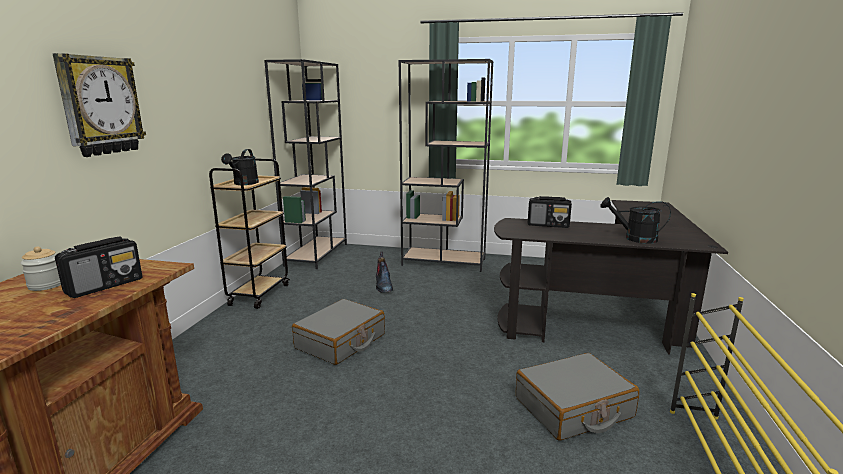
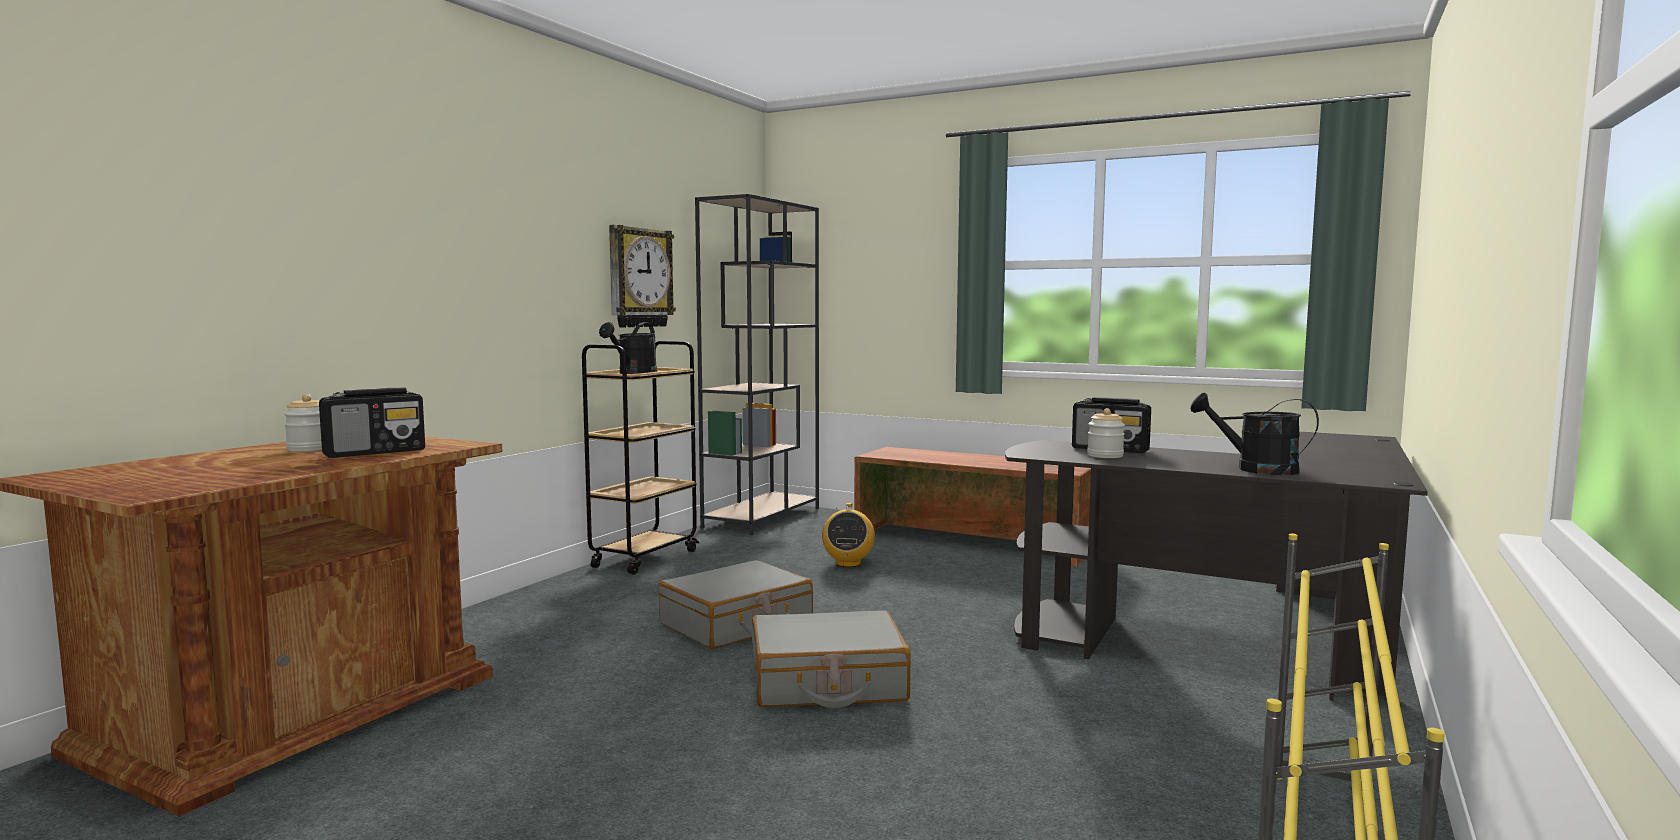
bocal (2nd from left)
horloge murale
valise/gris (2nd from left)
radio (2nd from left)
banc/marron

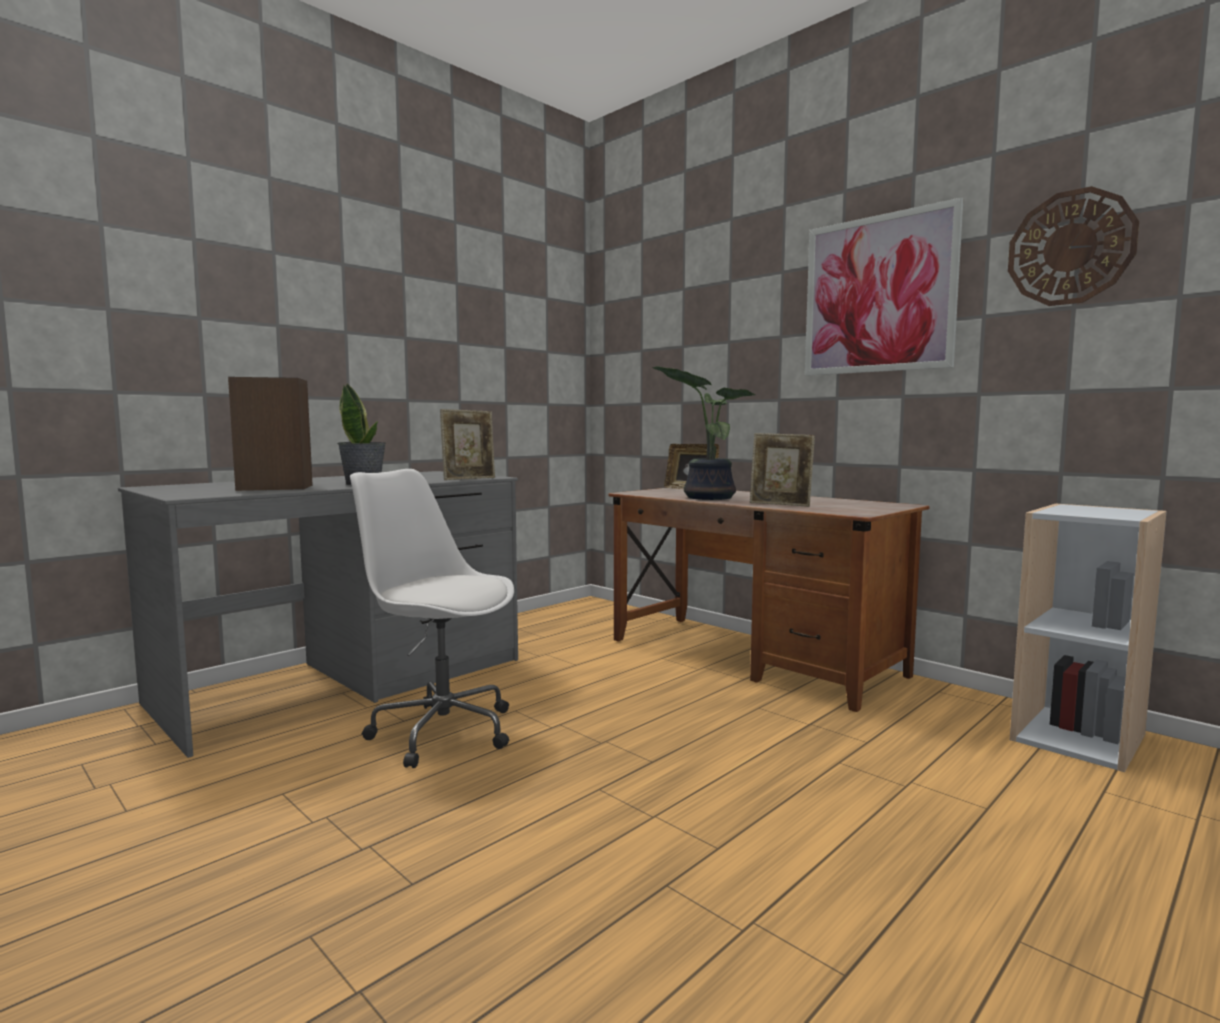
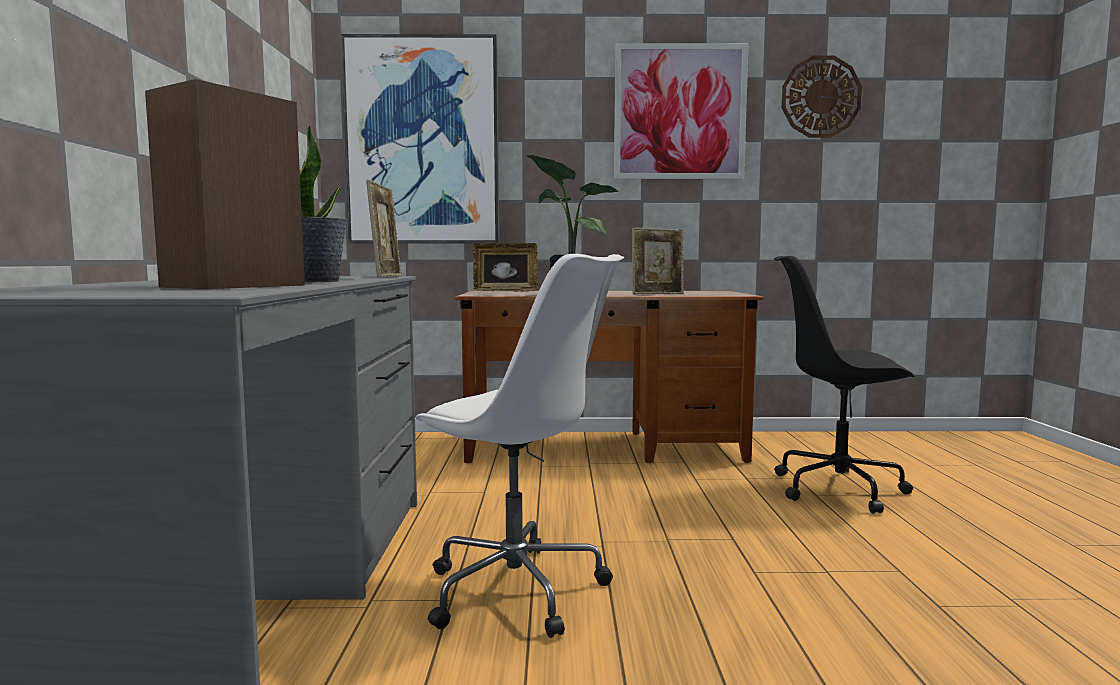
bibliothèque
tableau (1st from left)
chaise de bureau/noir
chaise de bureau/blanc

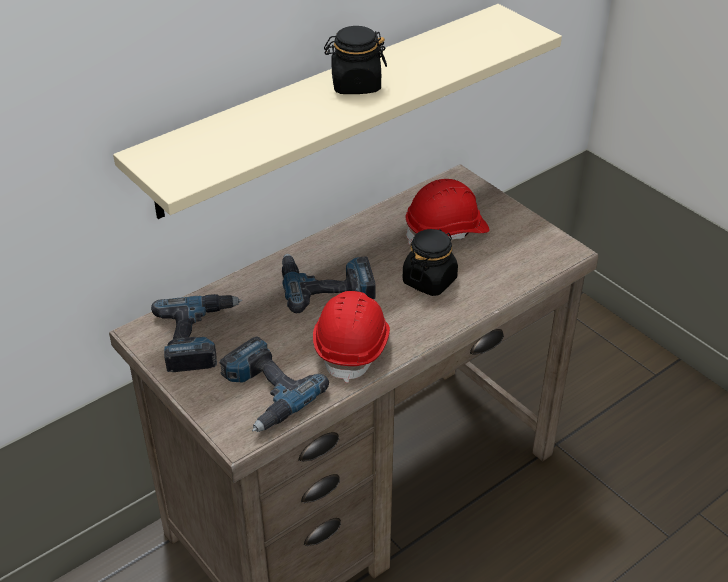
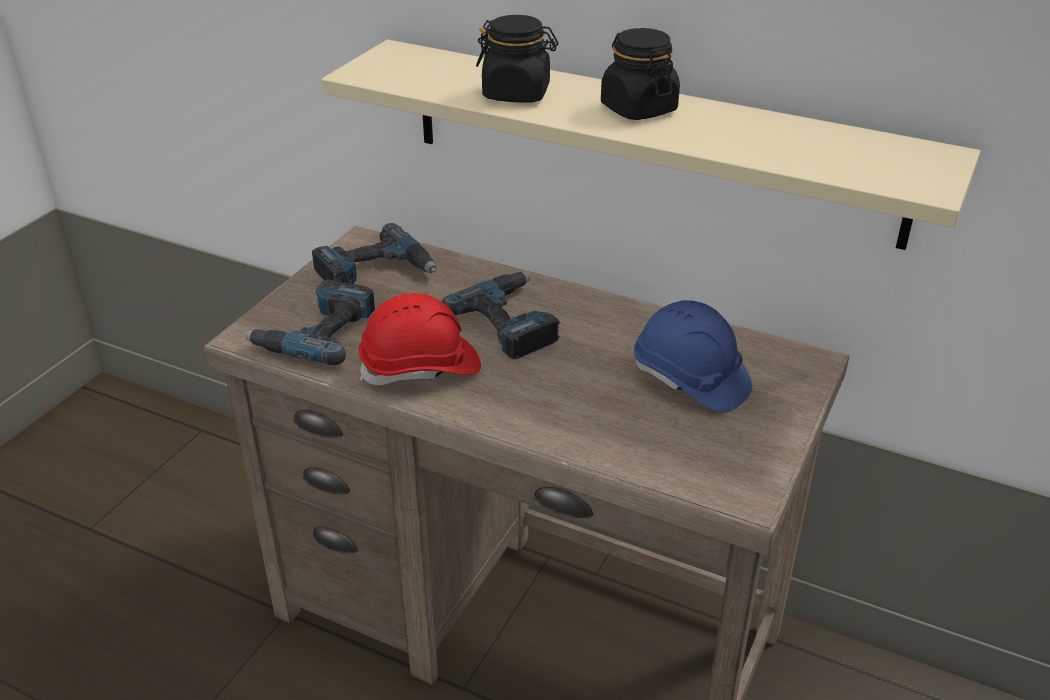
bocal/noir (1st from left)
casque de chantier/bleu

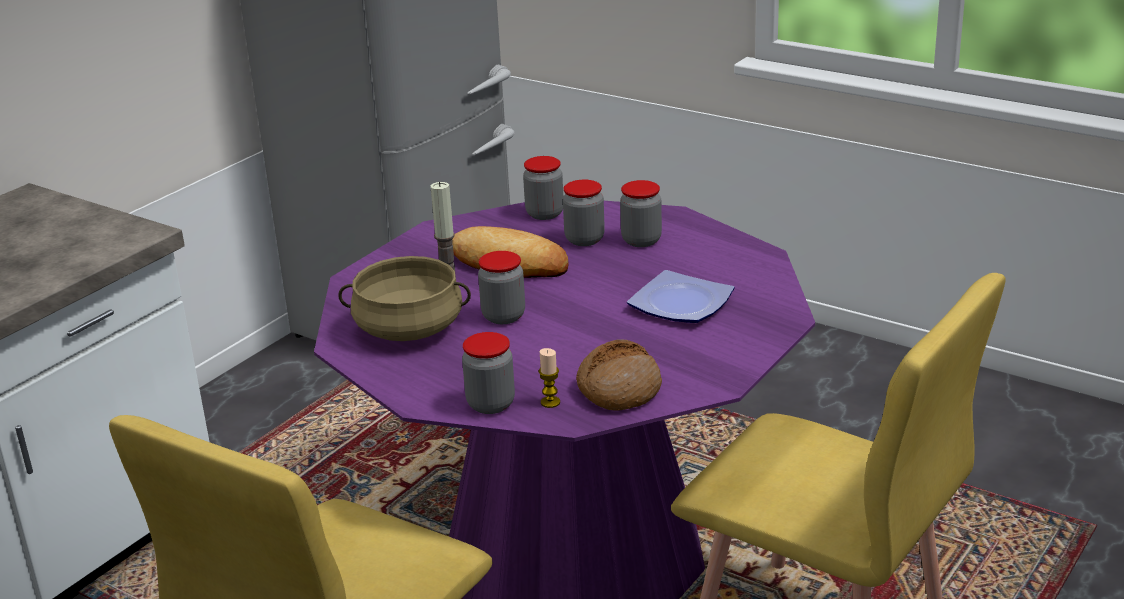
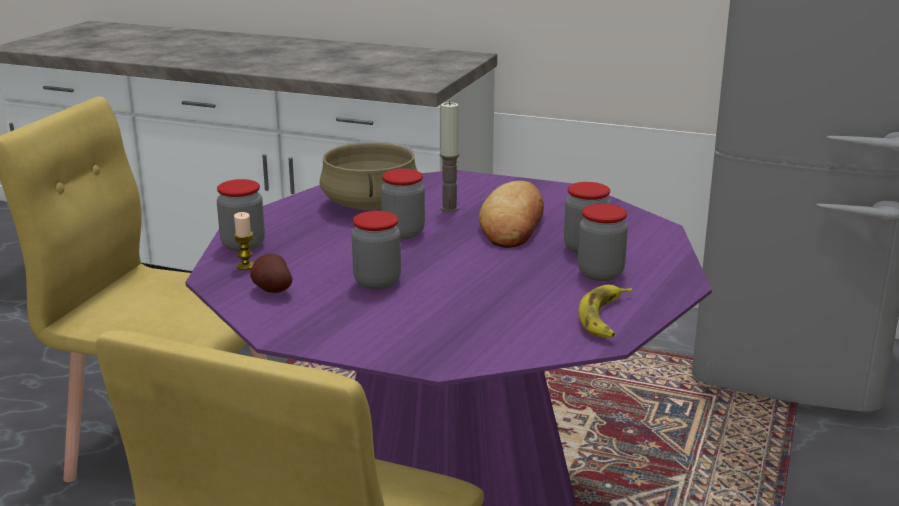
assiette
banane
bocal (2nd from left)
pomme de terre

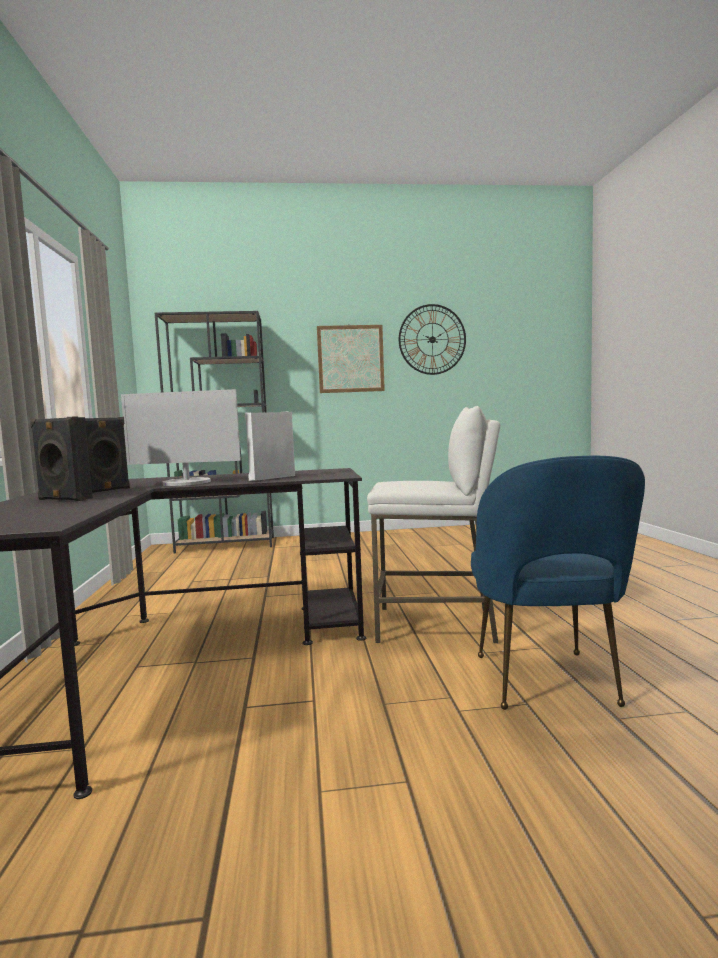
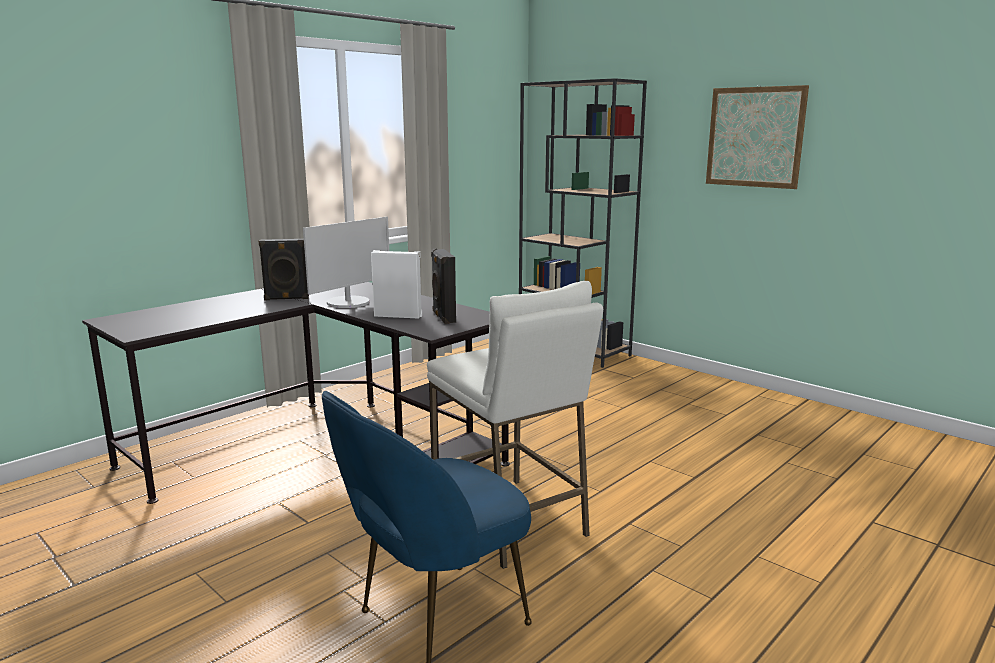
horloge murale
enceinte/noir (2nd from left)
écran d'ordinateur

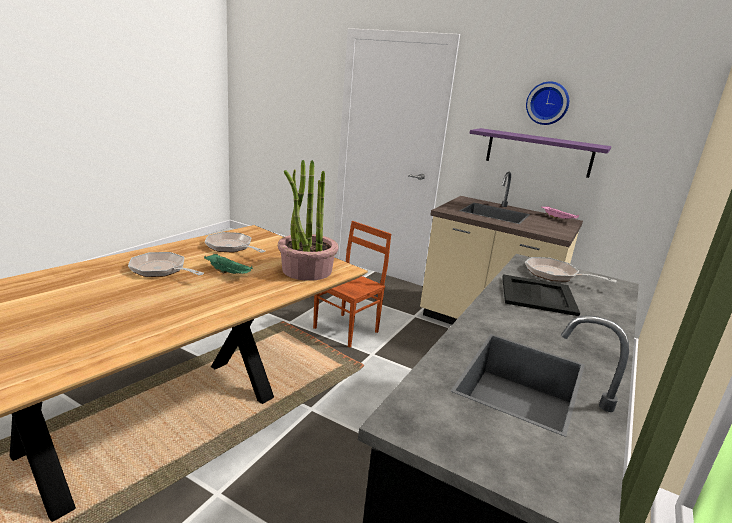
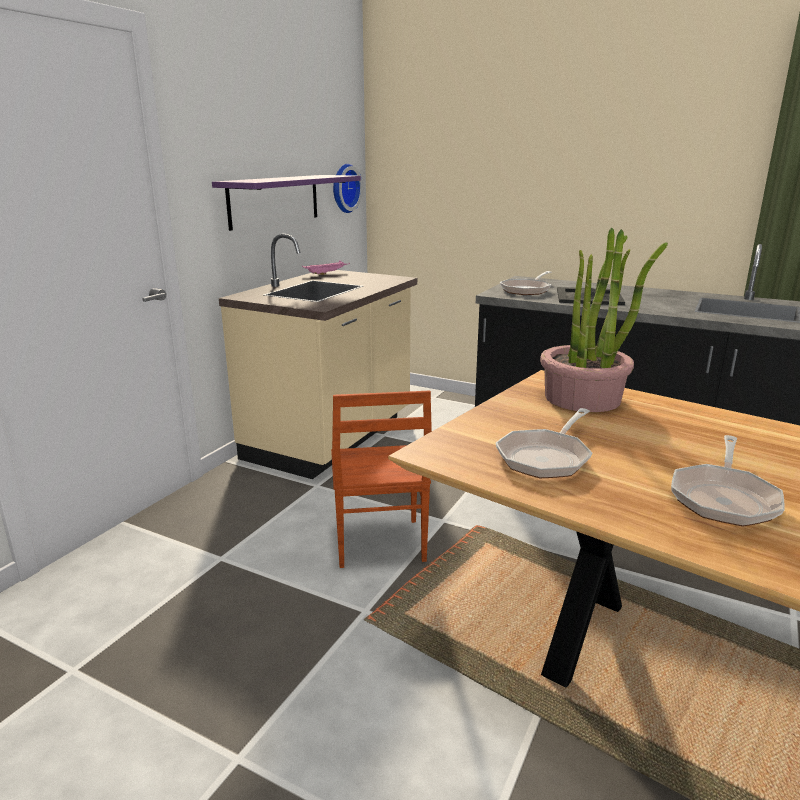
plateau/vert
horloge murale
chaise/marron

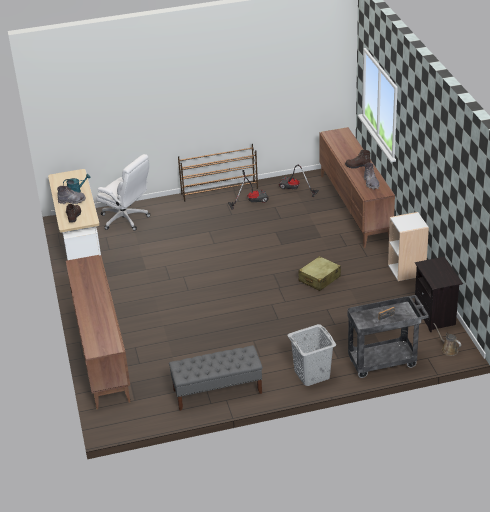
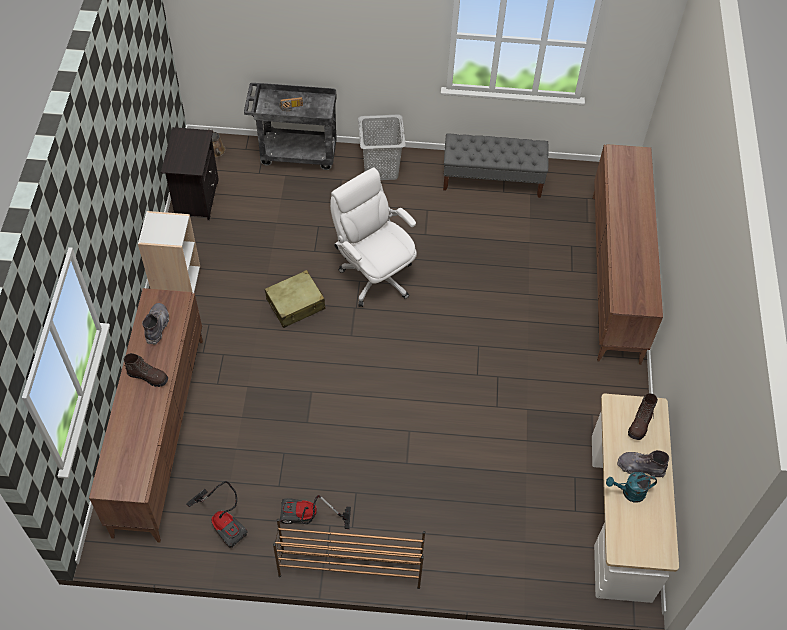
chaise de bureau/blanc

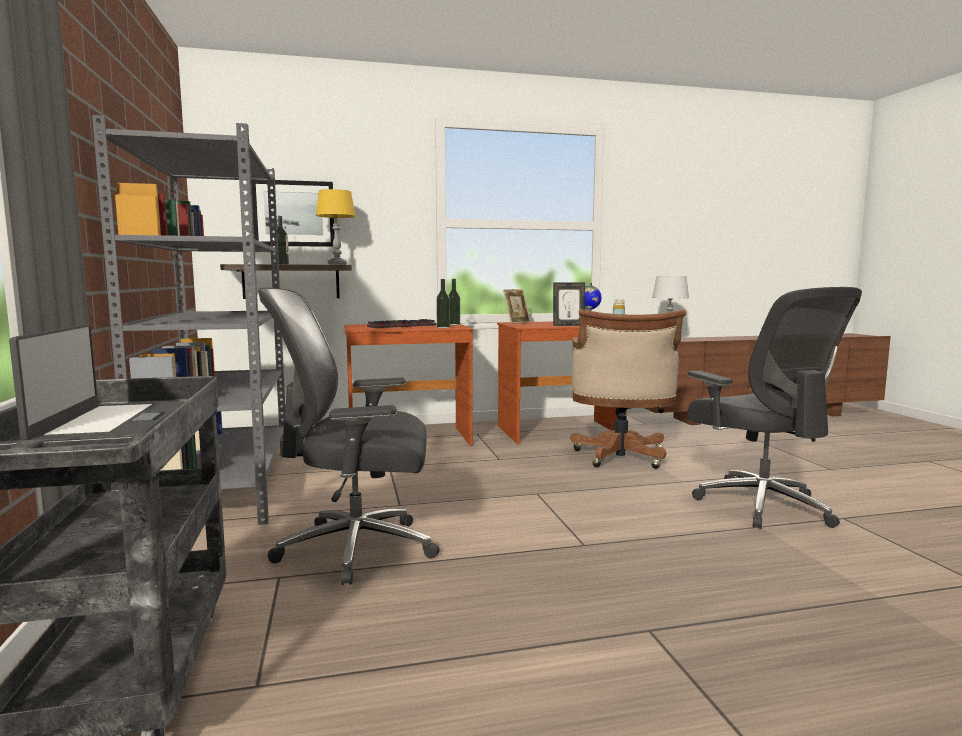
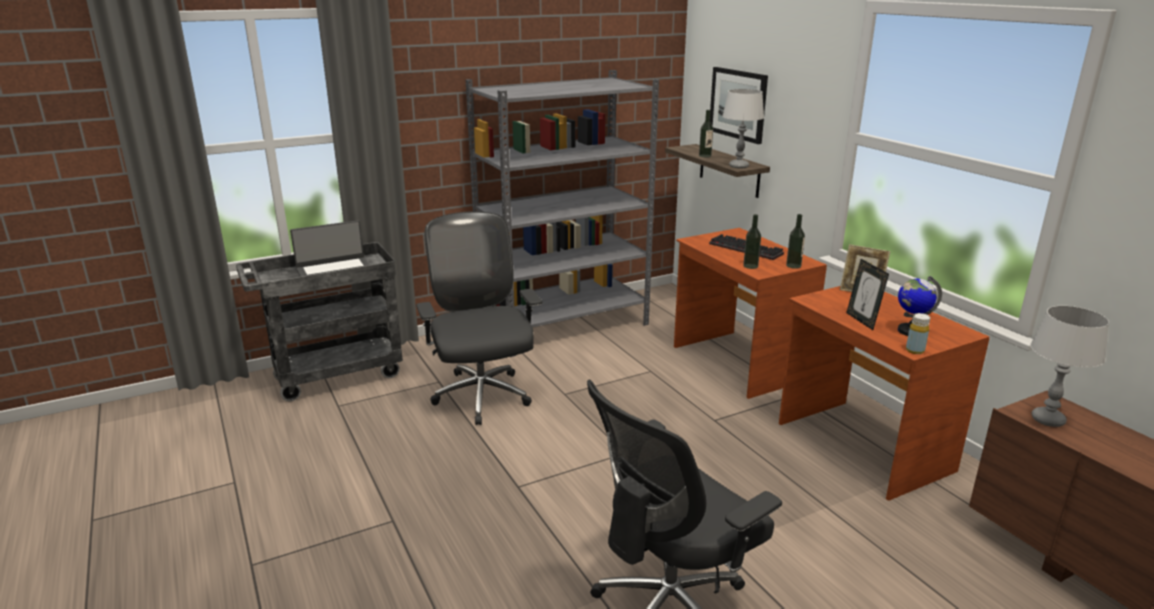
chaise de bureau (2nd from left in the first image)
lampe de table/gris (1st from left)

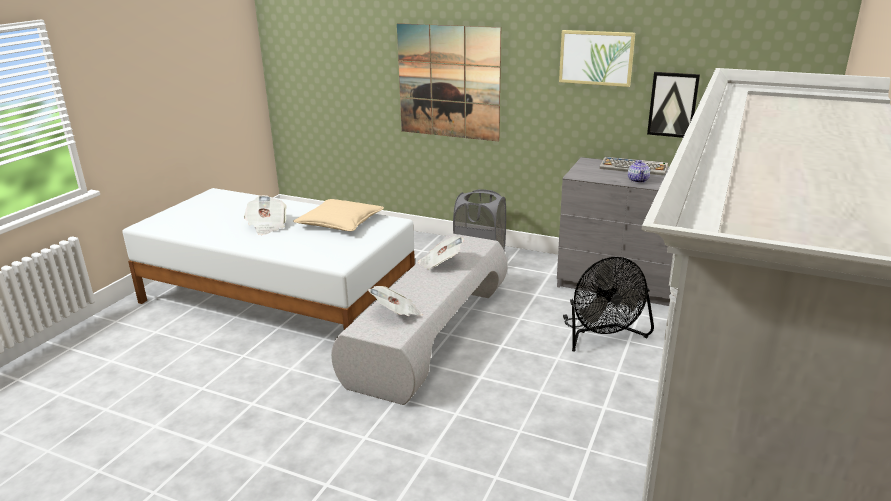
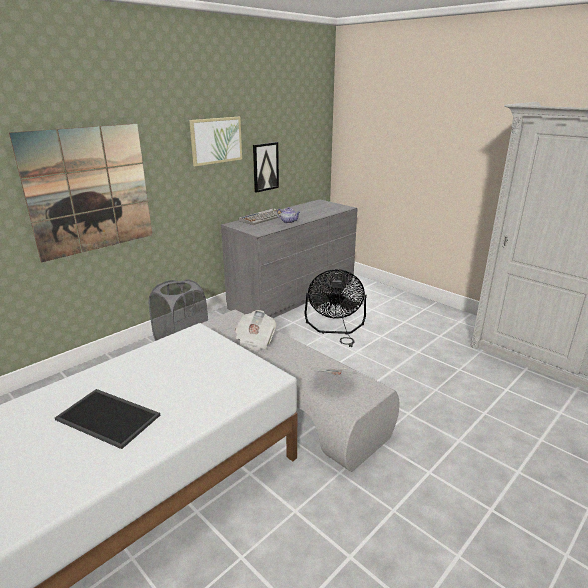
coussin/beige
plateau
ventilateur/noir

